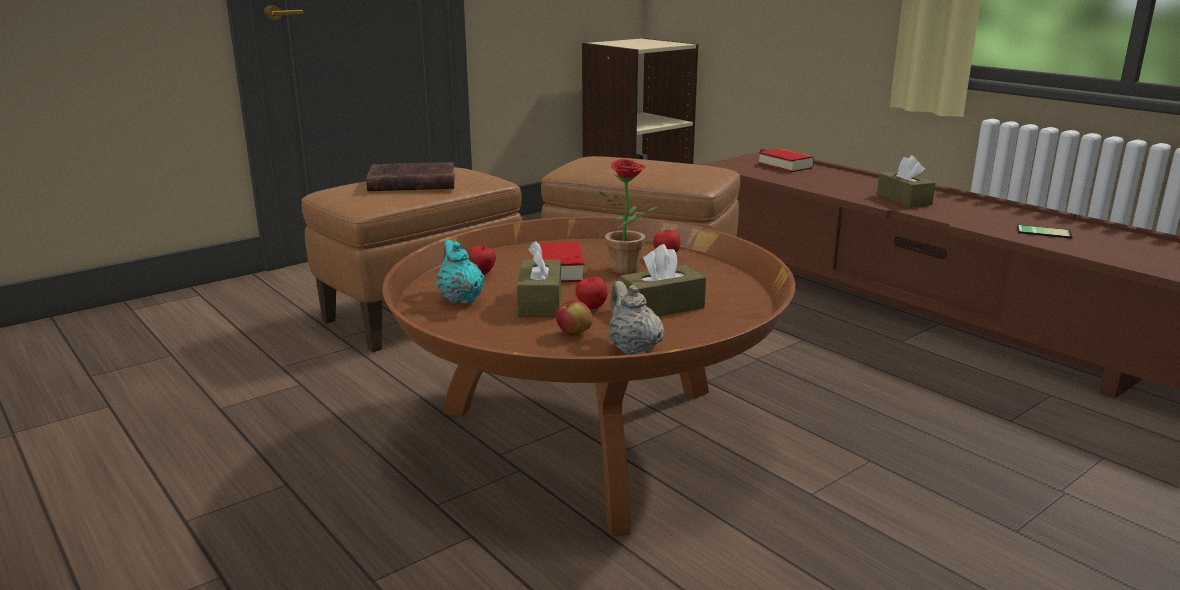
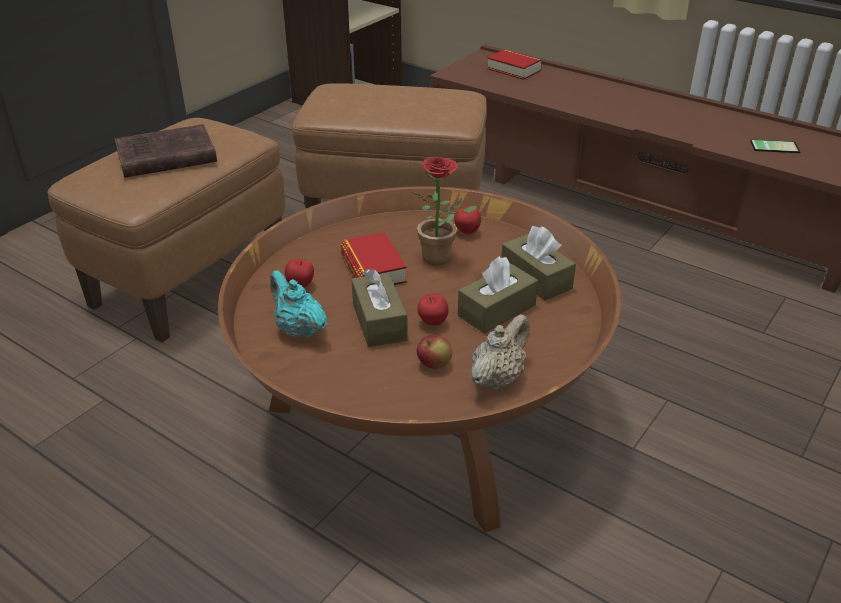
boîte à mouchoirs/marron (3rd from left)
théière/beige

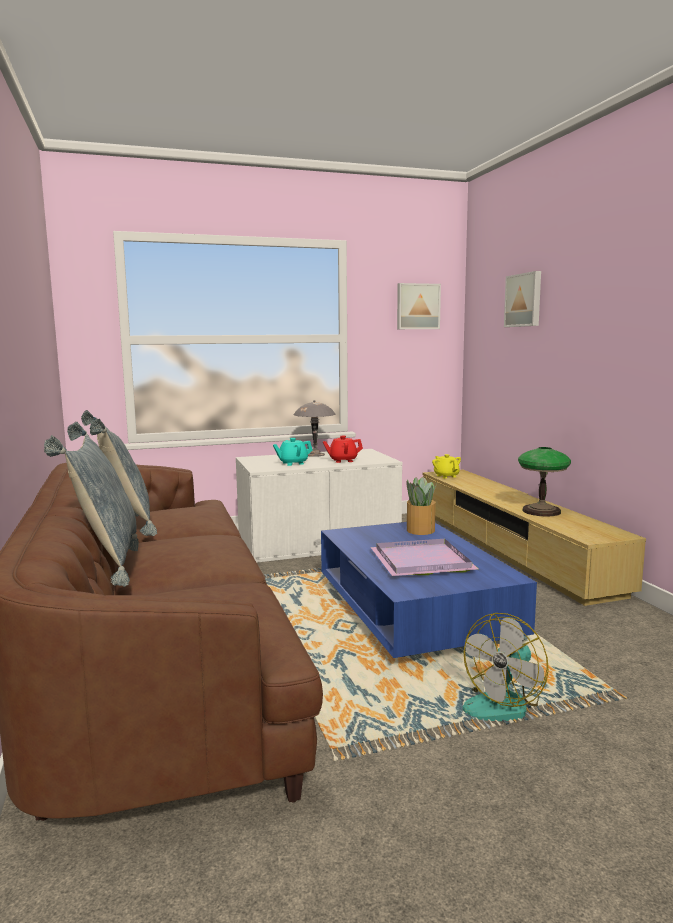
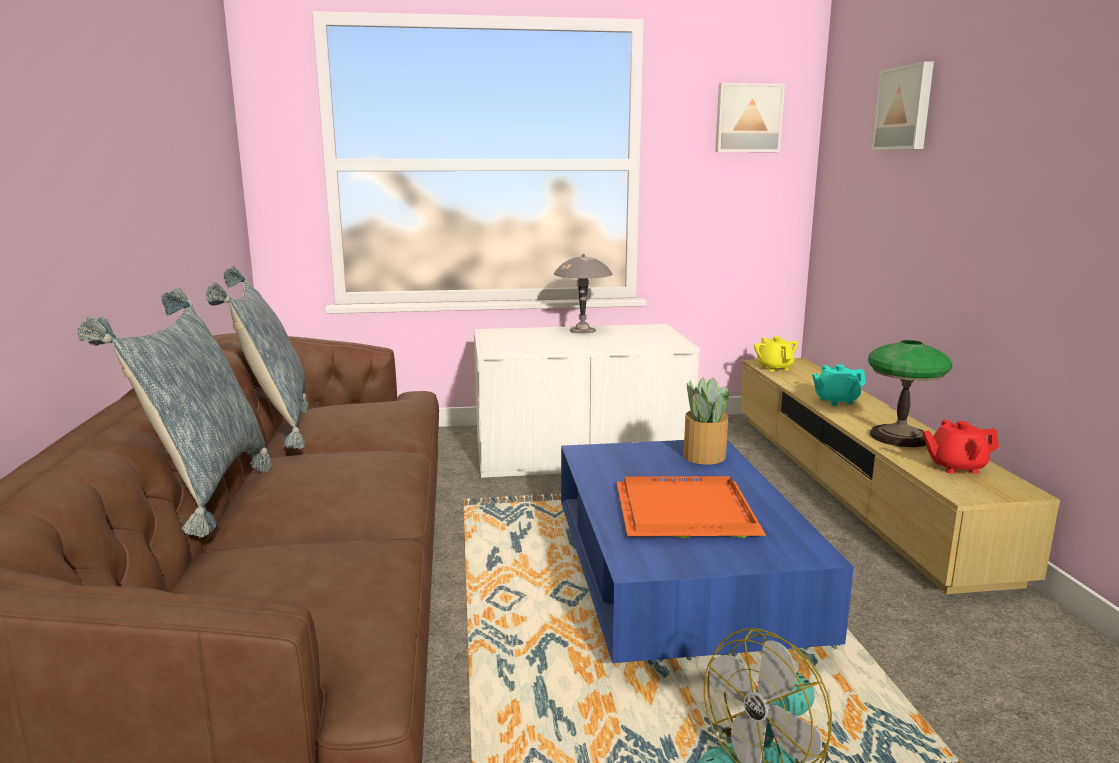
théière/turquoise
théière/rouge
plateau/orange

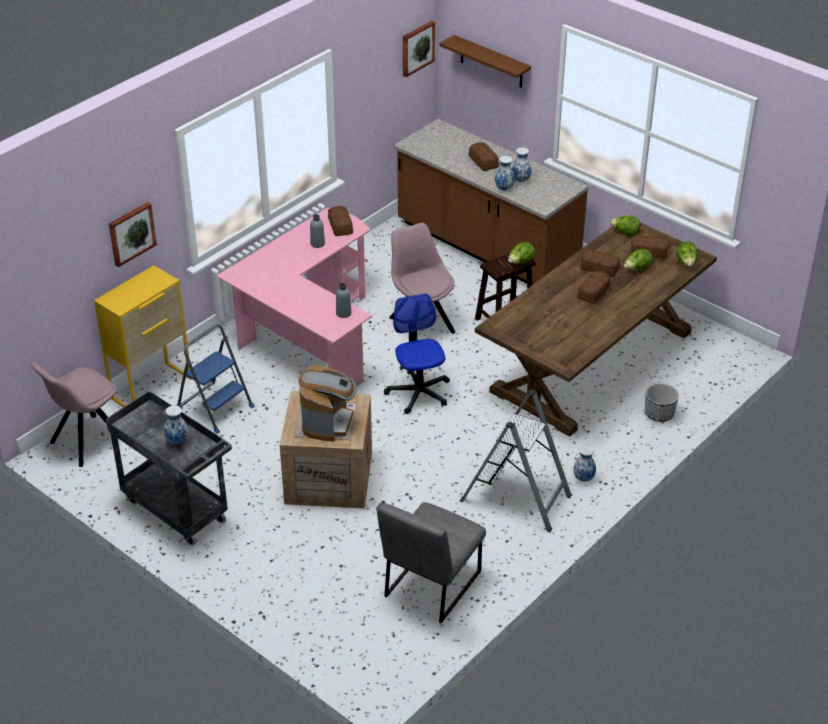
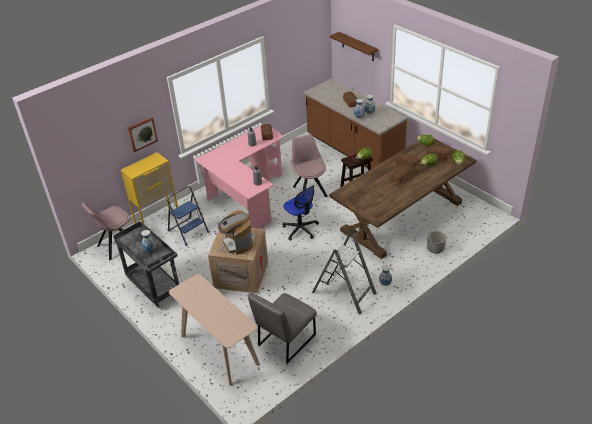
tableau (2nd from left in the first image)
table console/beige
machine à café
chaise de bureau

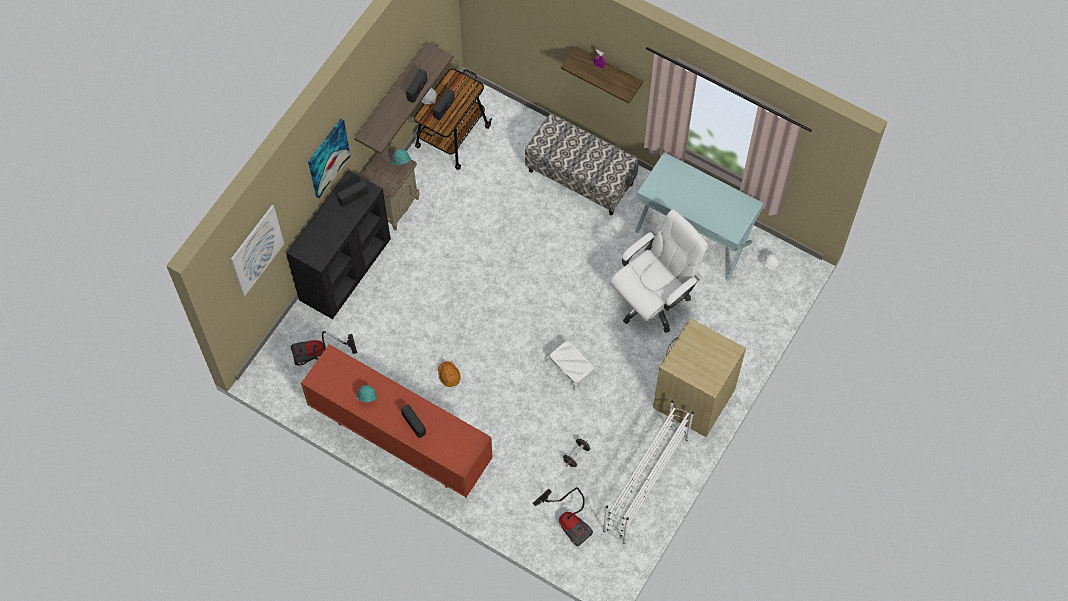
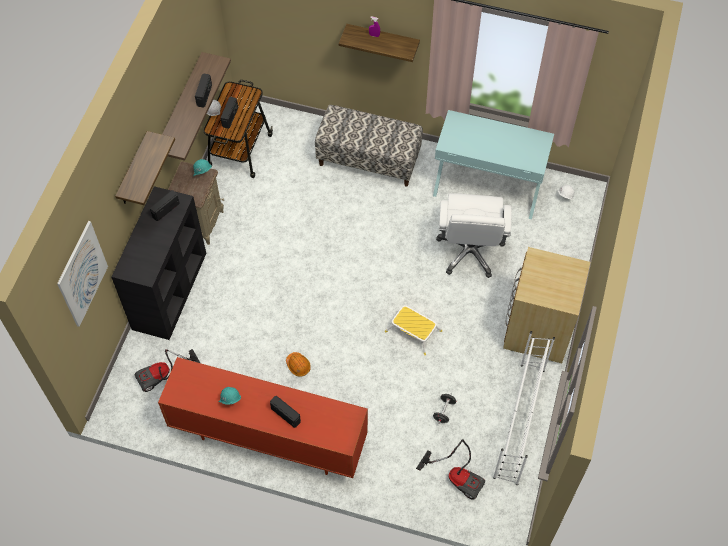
étagère (1st from left)
escabeau/jaune
chaise de bureau/blanc

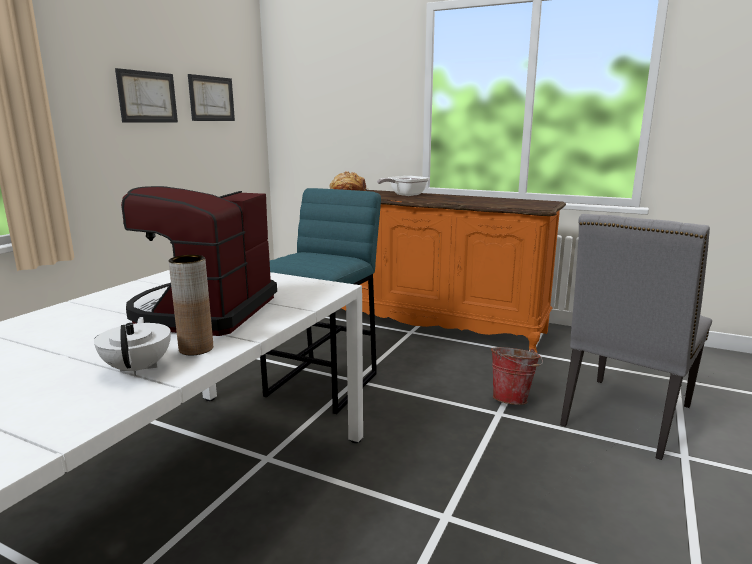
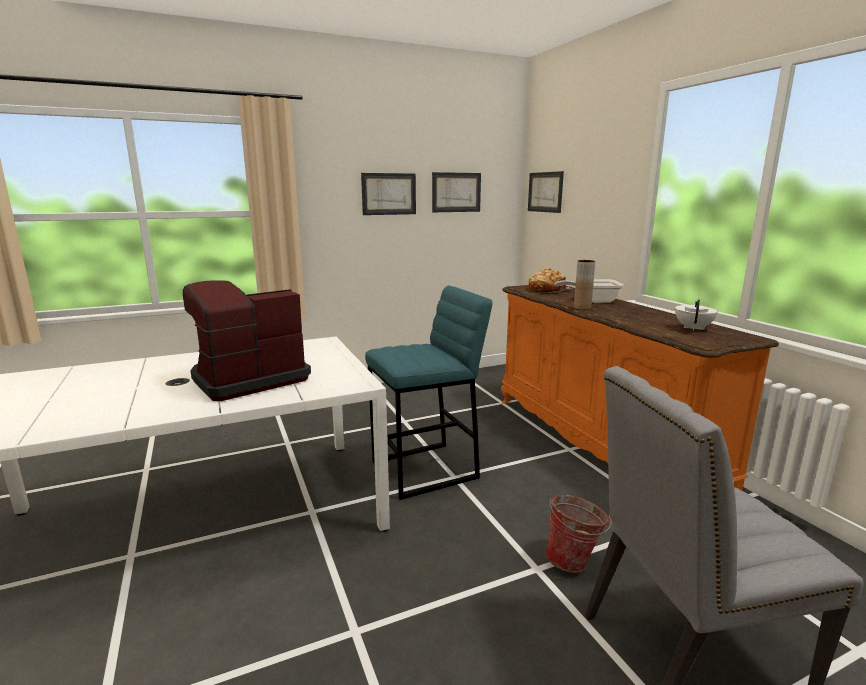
tableau (3rd from left)
théière/blanc
vase/marron

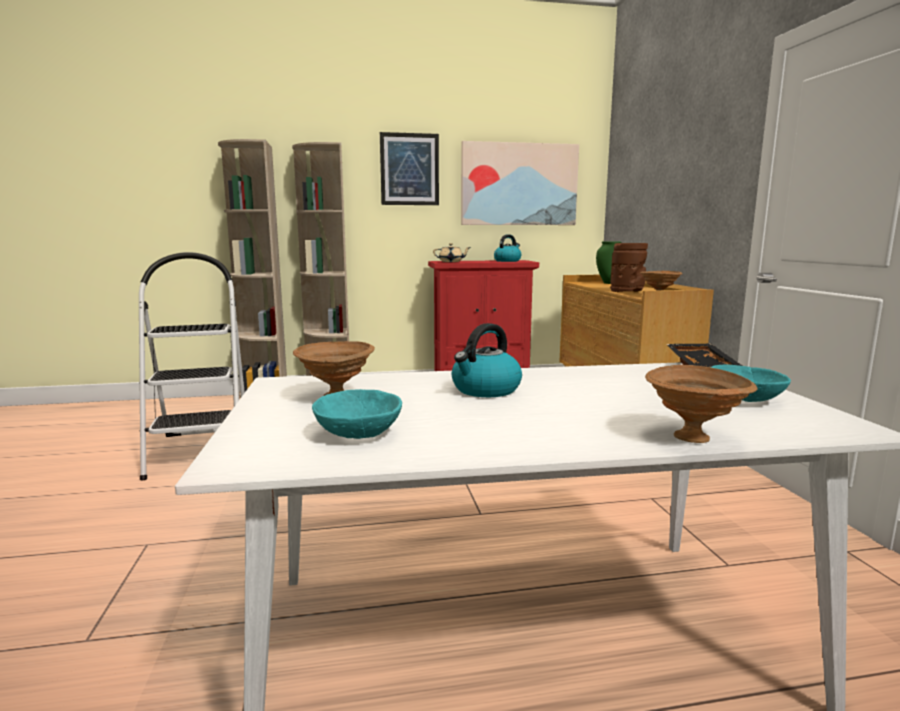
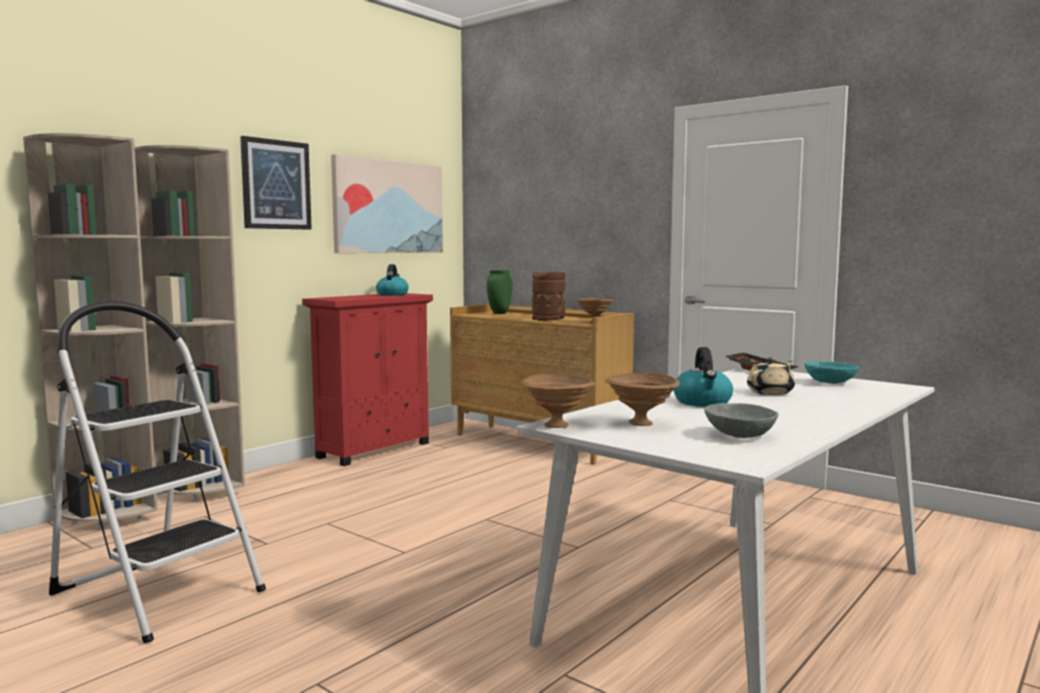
théière/beige
bol/marron (1st from left)
bol/gris

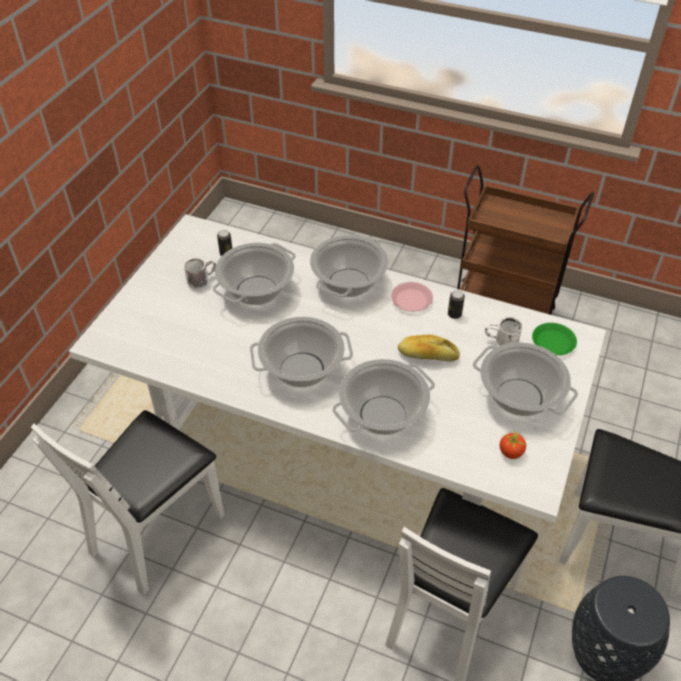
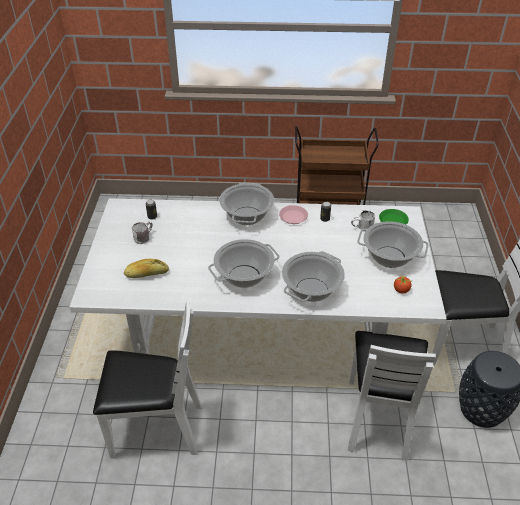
marmite (1st from left in the first image)
pain
chaise/blanc (1st from left)

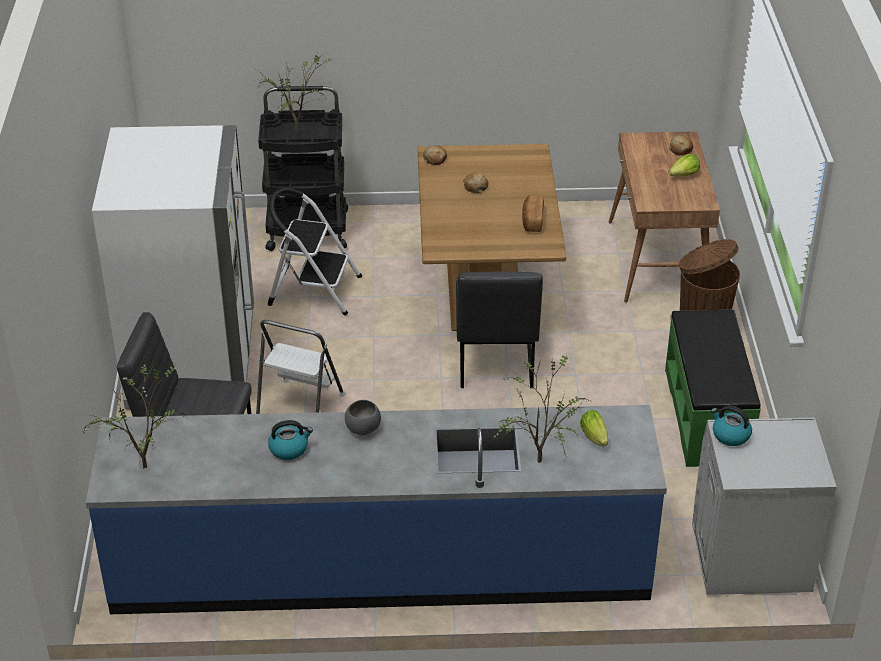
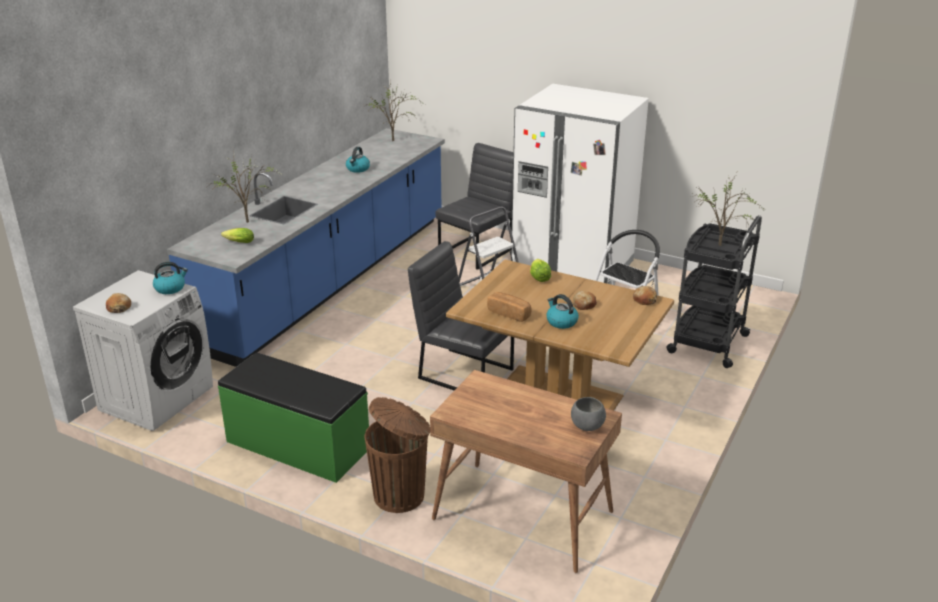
bouilloire (3rd from left)
bol/gris
laitue (2nd from left)
pain (1st from left)

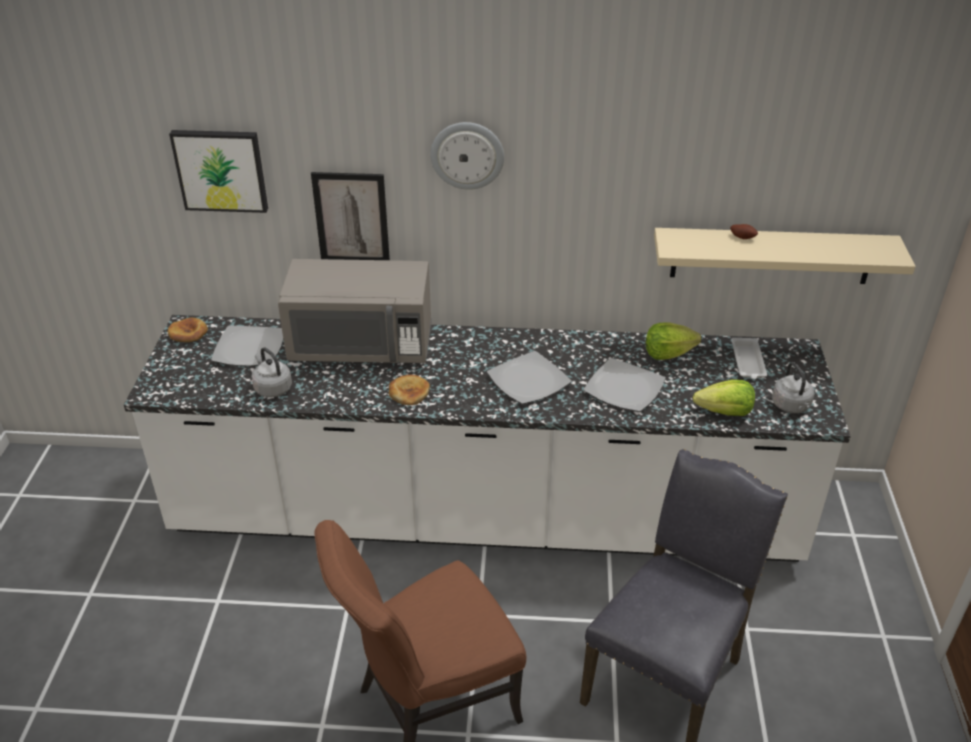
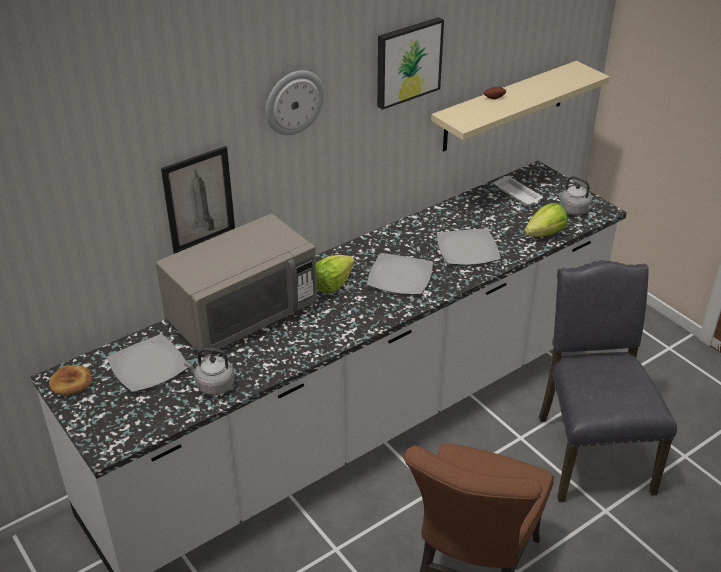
pain (2nd from left in the first image)
tableau (2nd from left)
laitue (1st from left)

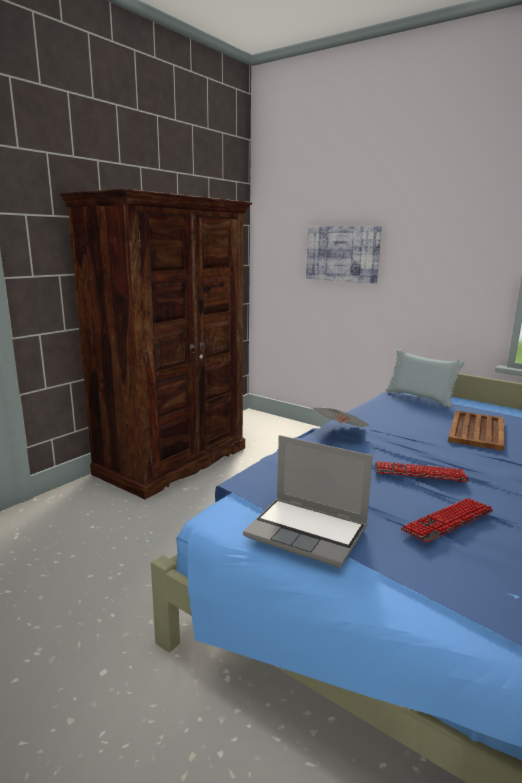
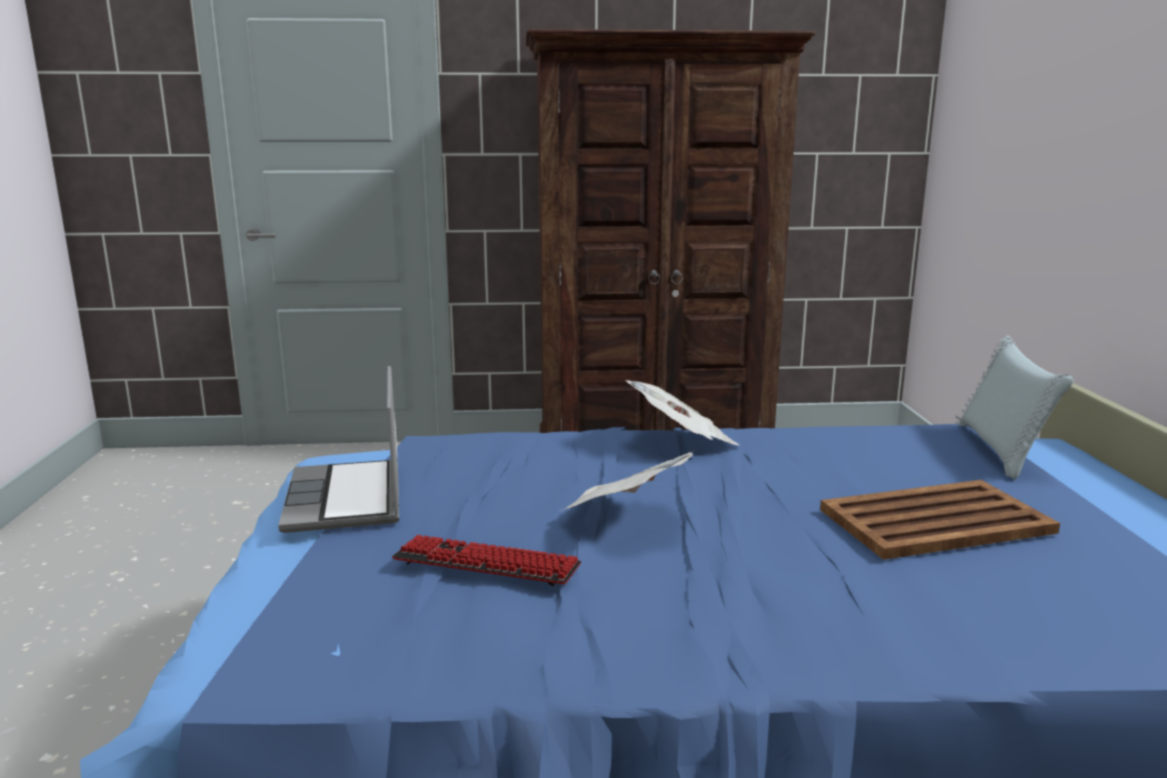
tableau
journal (1st from left)

